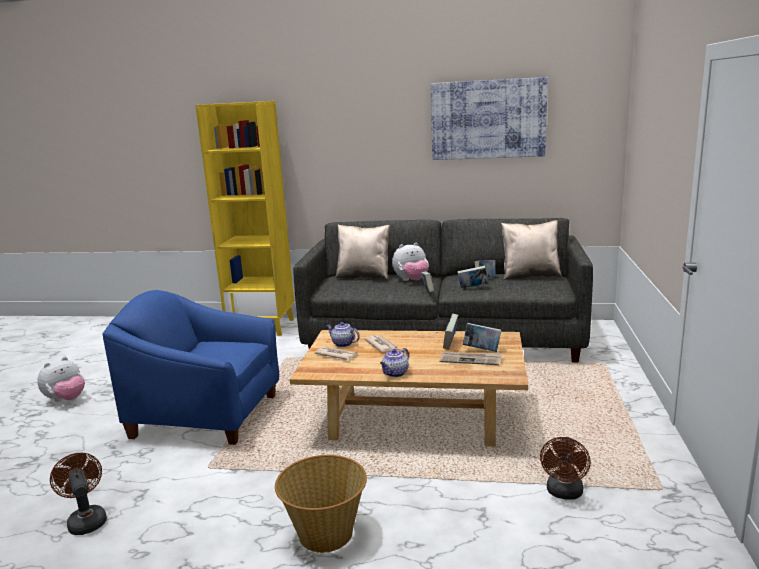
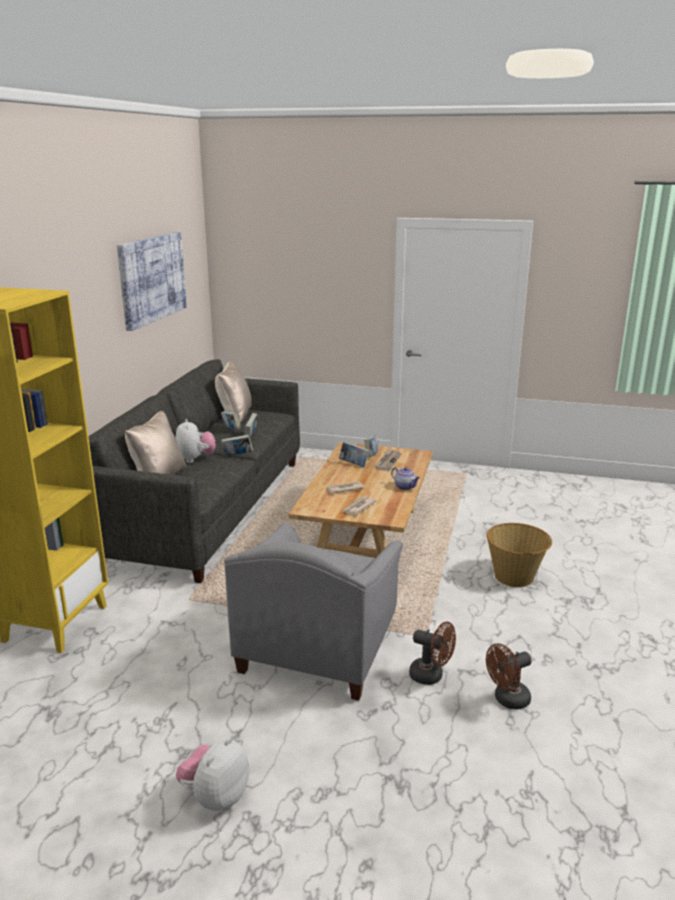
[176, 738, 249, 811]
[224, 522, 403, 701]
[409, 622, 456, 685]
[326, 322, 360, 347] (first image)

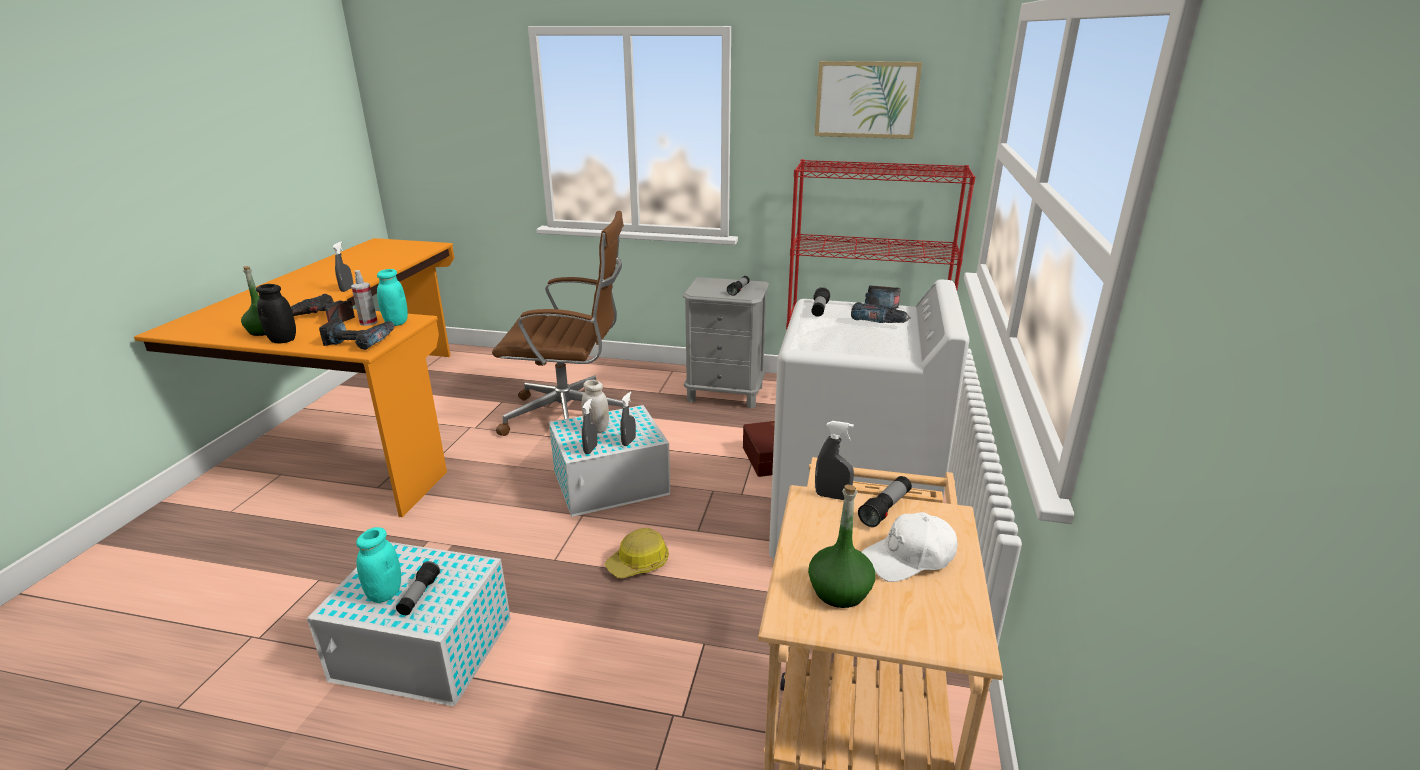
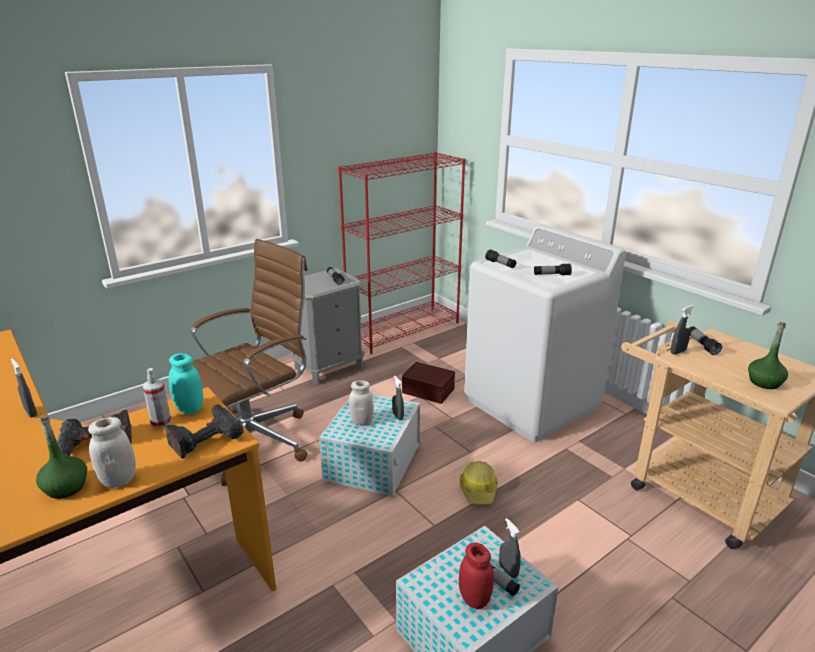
[88, 417, 136, 488]
[459, 542, 494, 609]
[499, 518, 521, 578]
[534, 263, 572, 275]
[815, 61, 922, 139] (first image)
[851, 285, 911, 323] (first image)
[862, 512, 958, 582] (first image)

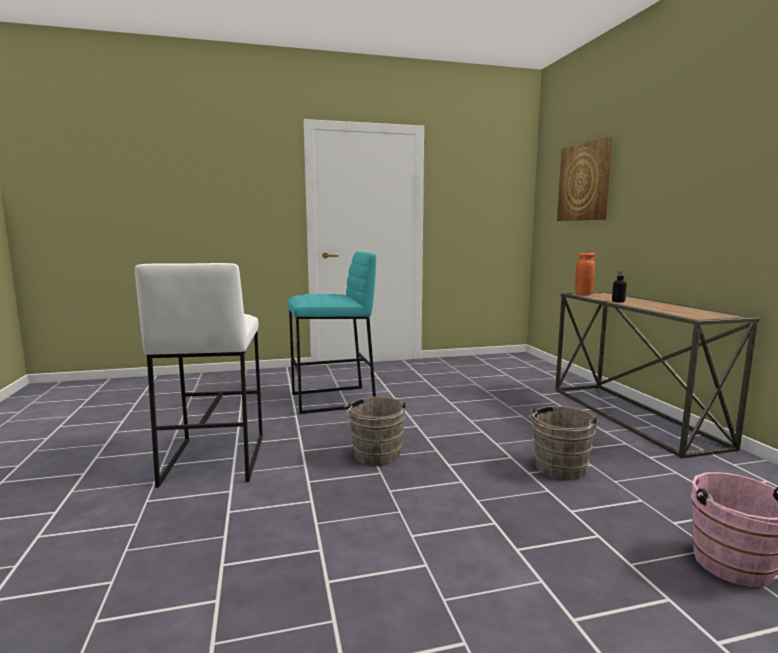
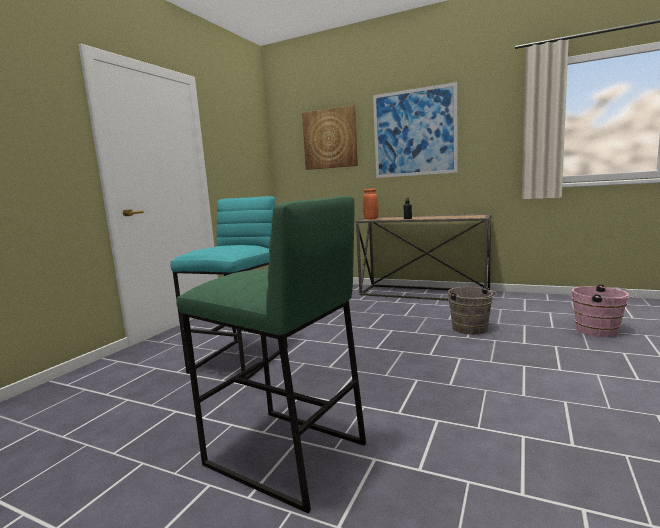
[176, 196, 366, 513]
[373, 82, 458, 178]
[344, 397, 408, 466] (first image)

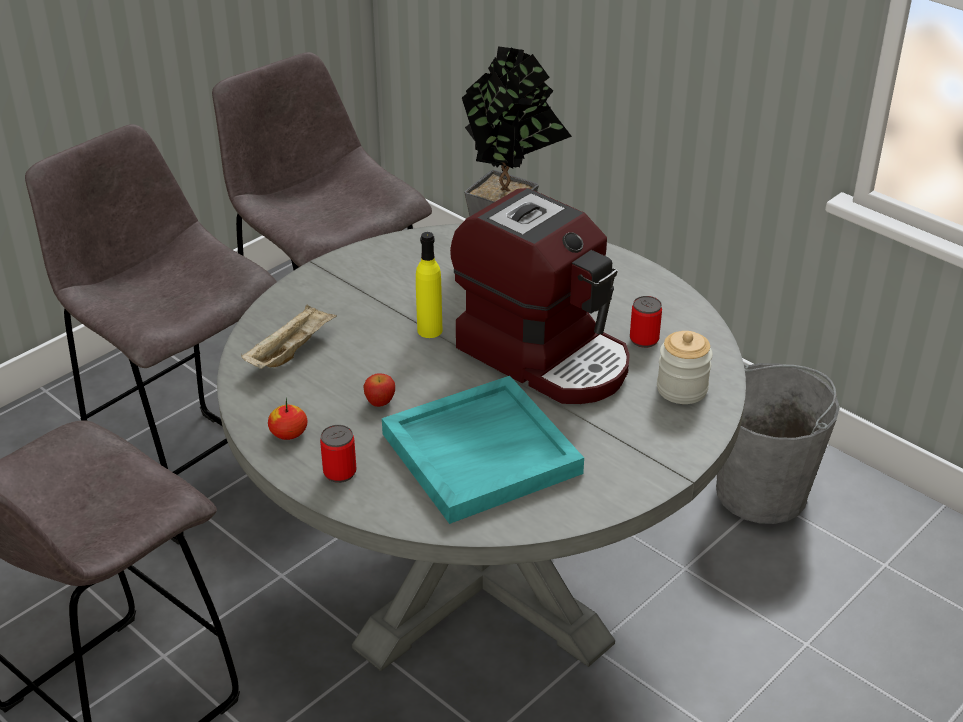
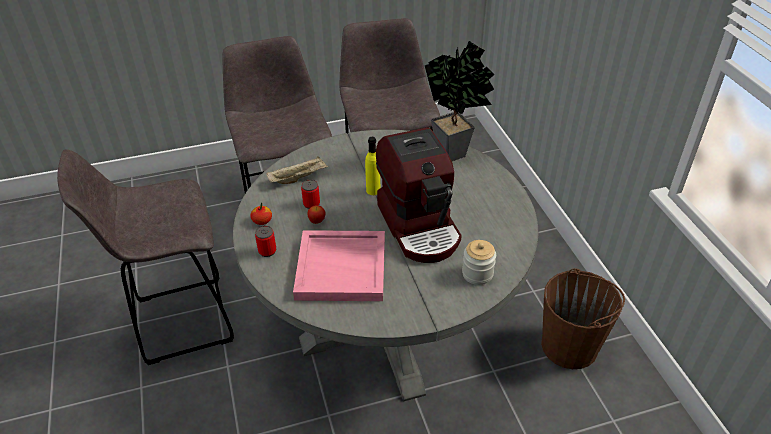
[293, 230, 385, 301]
[301, 180, 320, 209]
[541, 268, 625, 369]

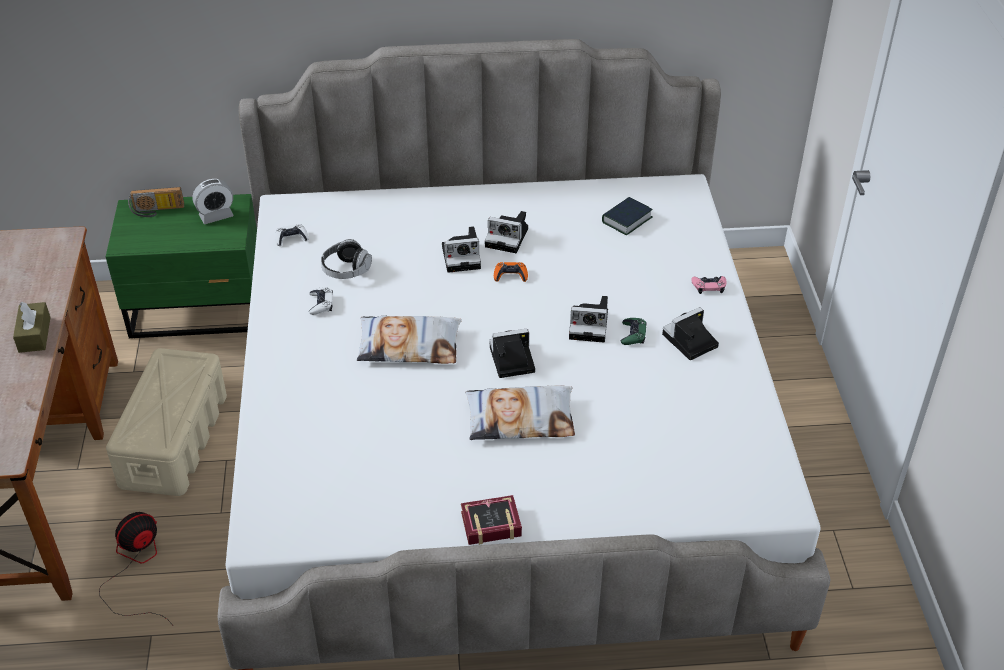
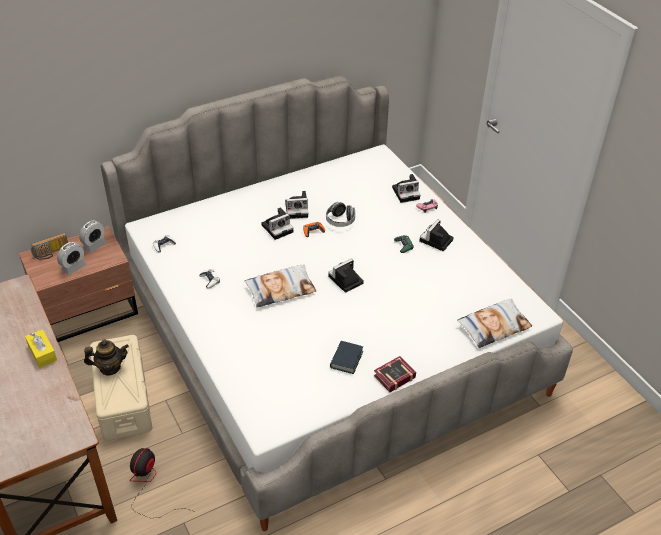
[19, 226, 138, 342]
[25, 329, 57, 368]
[57, 242, 86, 275]
[84, 339, 129, 376]
[326, 202, 355, 227]
[330, 341, 364, 374]
[392, 174, 420, 203]
[457, 298, 532, 348]

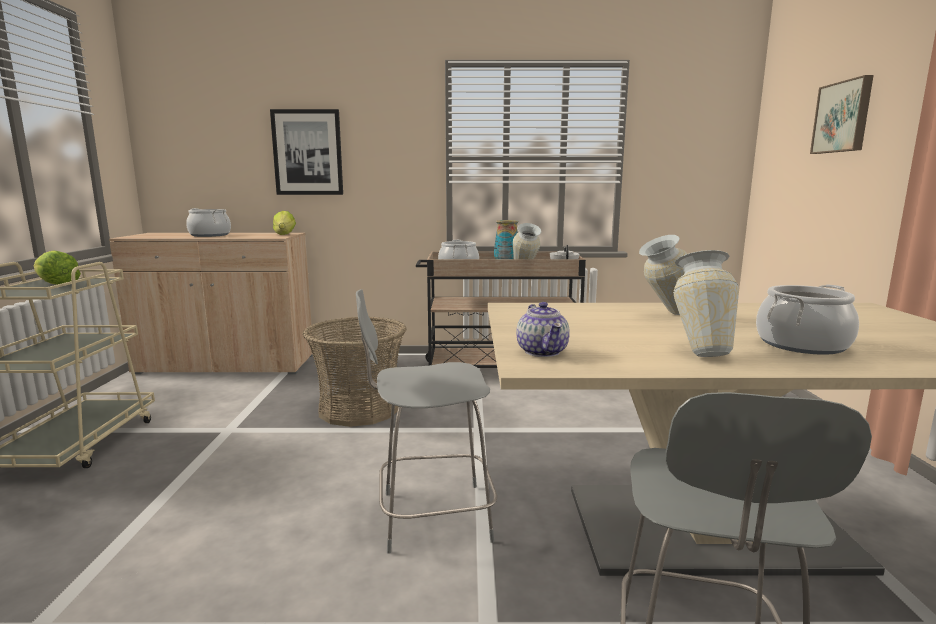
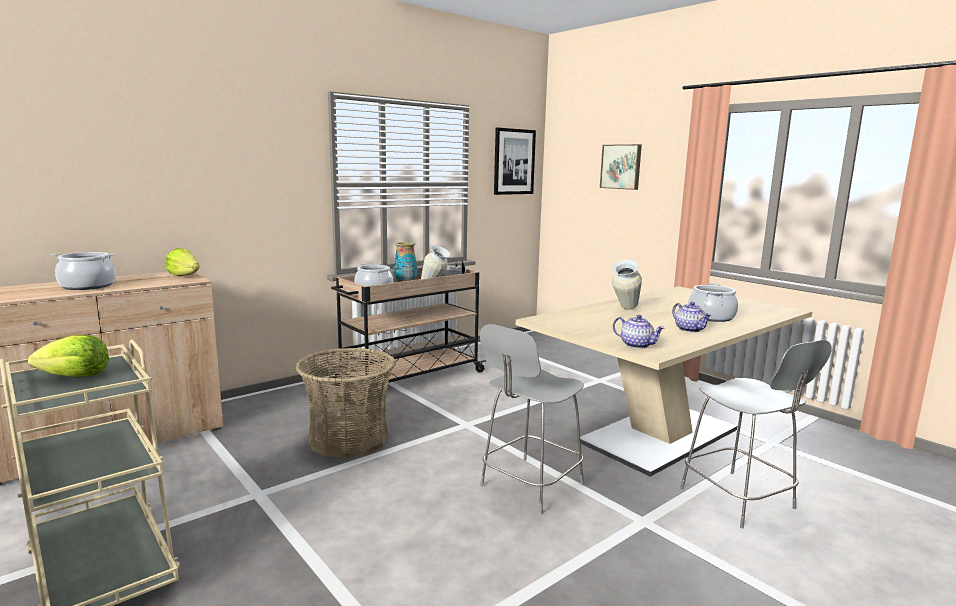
[494, 128, 536, 195]
[672, 302, 712, 332]

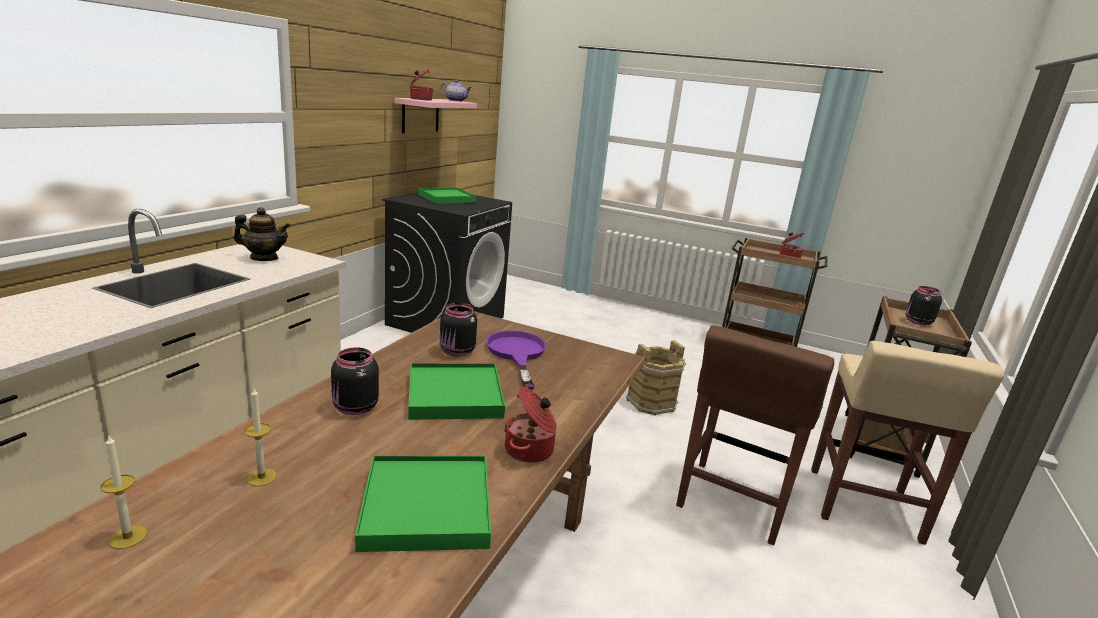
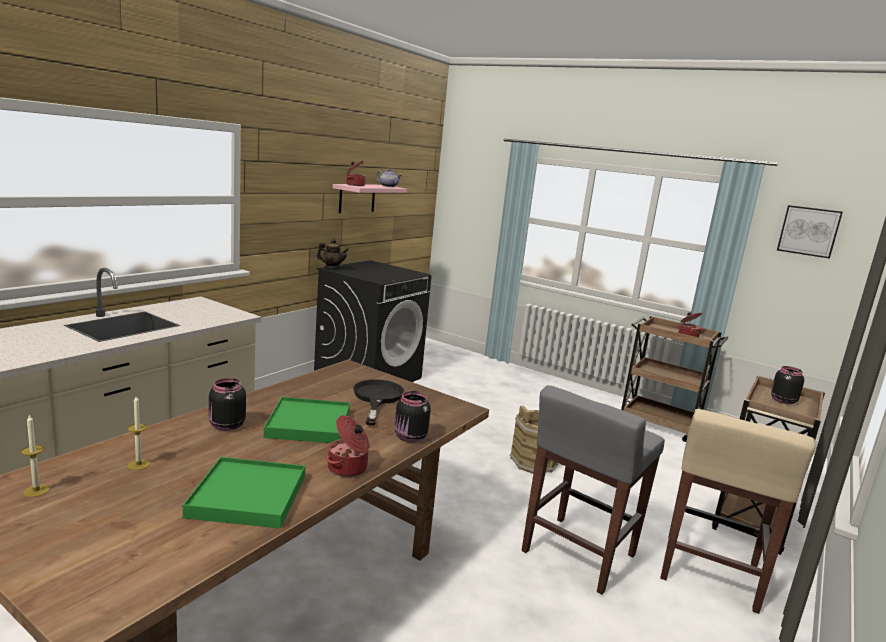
[317, 239, 349, 270]
[353, 379, 404, 426]
[395, 391, 431, 443]
[521, 385, 665, 595]
[777, 205, 843, 259]
[418, 188, 476, 204] (first image)

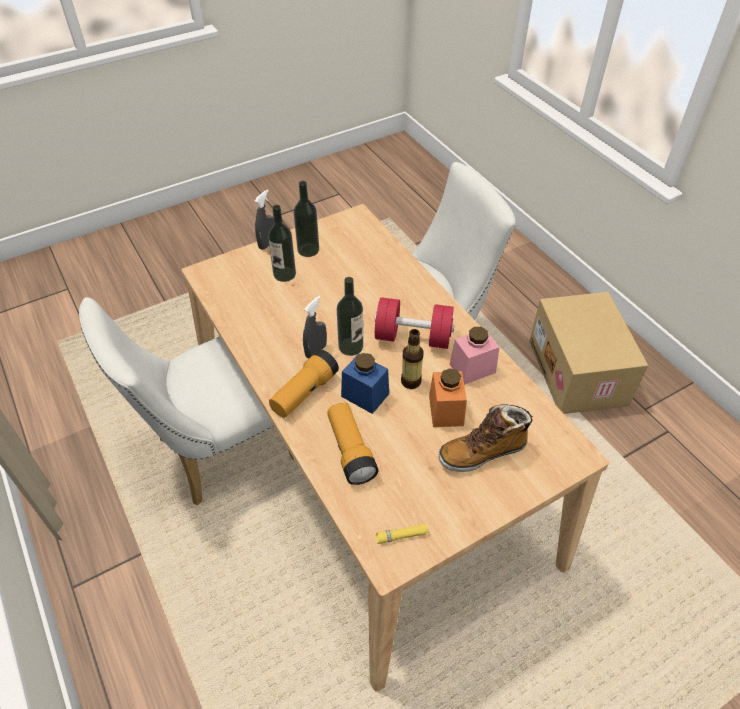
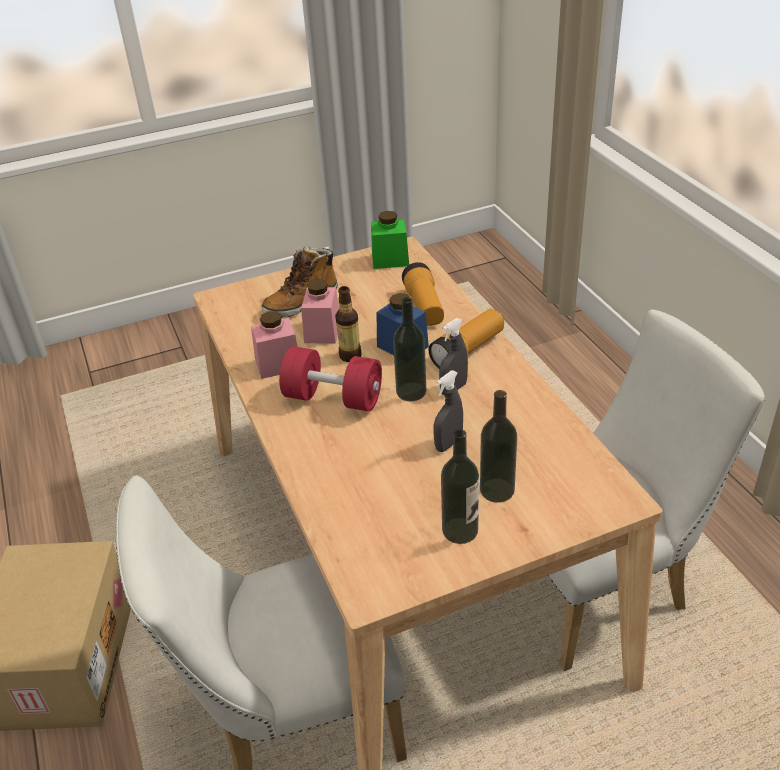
[262, 246, 338, 318]
[301, 279, 339, 344]
[371, 211, 409, 269]
[434, 371, 463, 452]

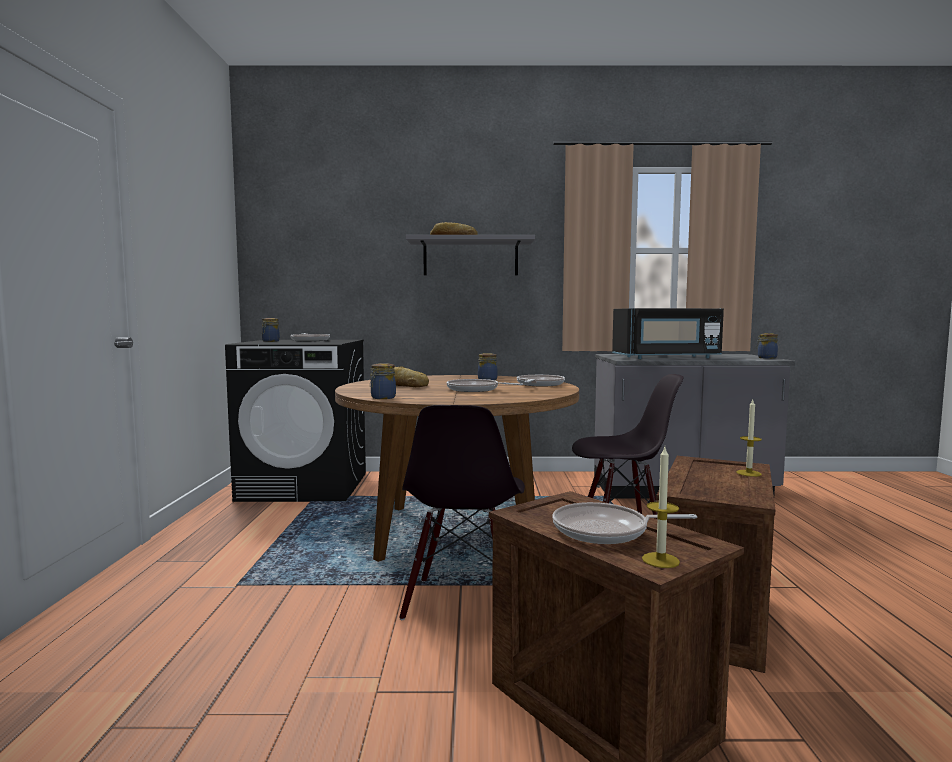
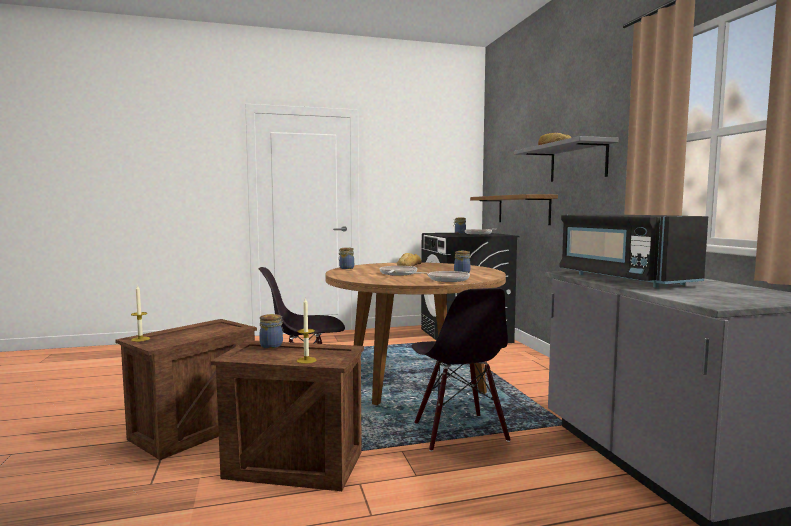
[259, 314, 283, 348]
[470, 194, 558, 225]
[552, 502, 697, 544] (first image)

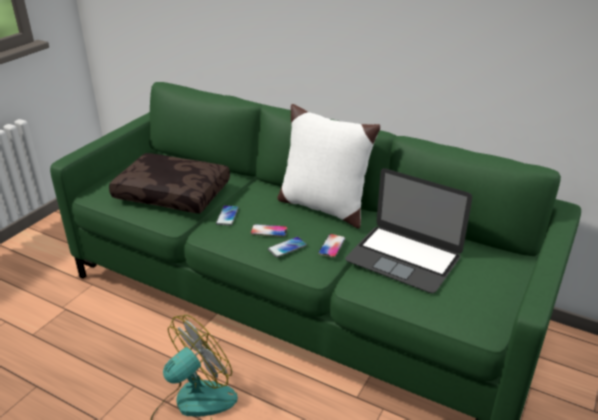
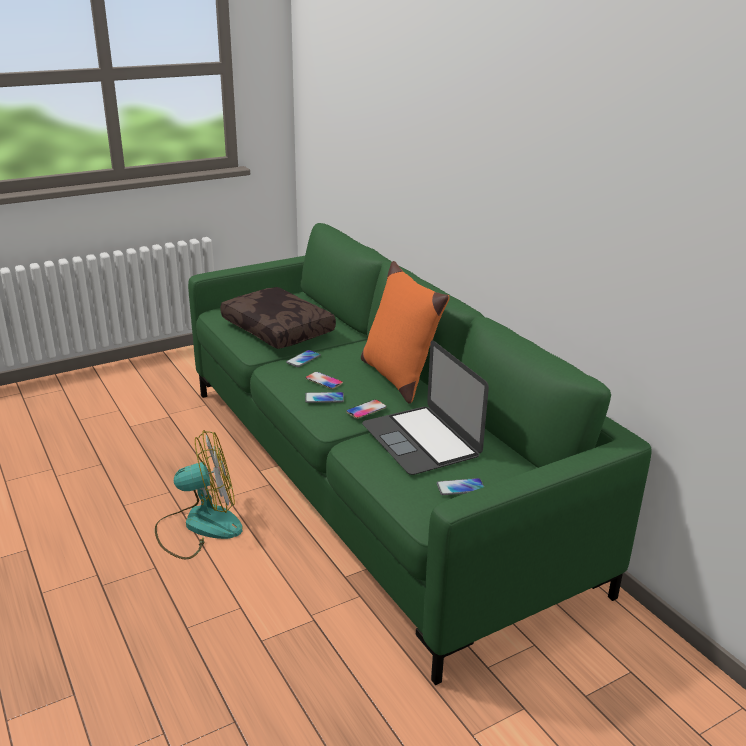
[361, 261, 449, 404]
[437, 478, 484, 495]

